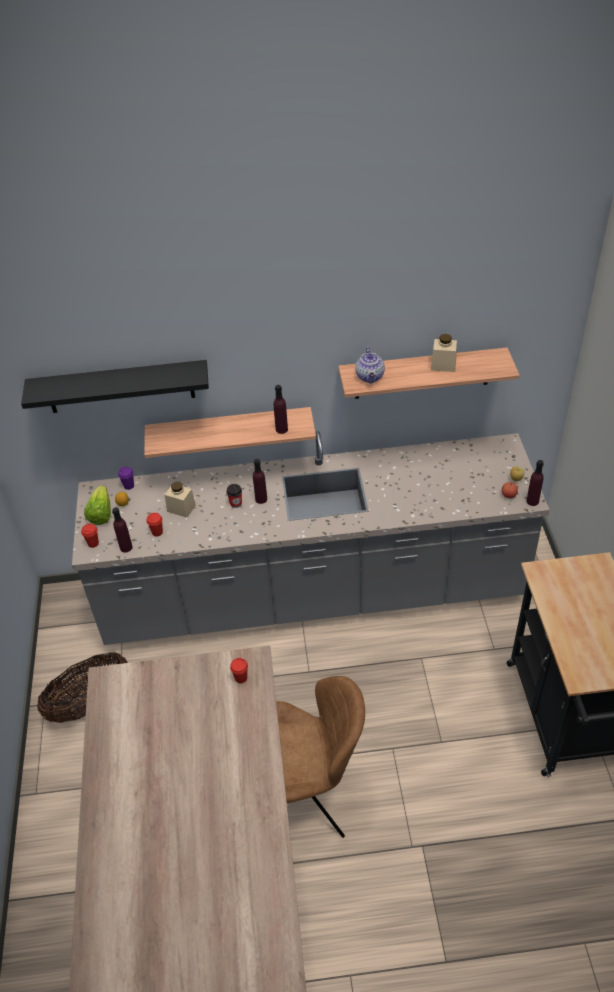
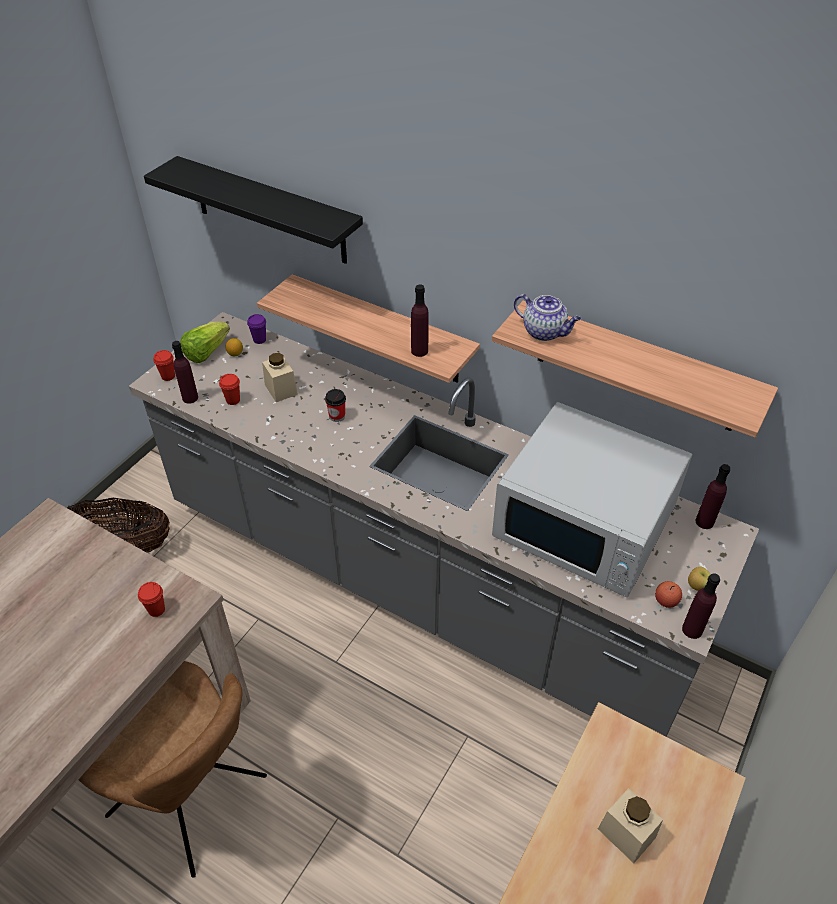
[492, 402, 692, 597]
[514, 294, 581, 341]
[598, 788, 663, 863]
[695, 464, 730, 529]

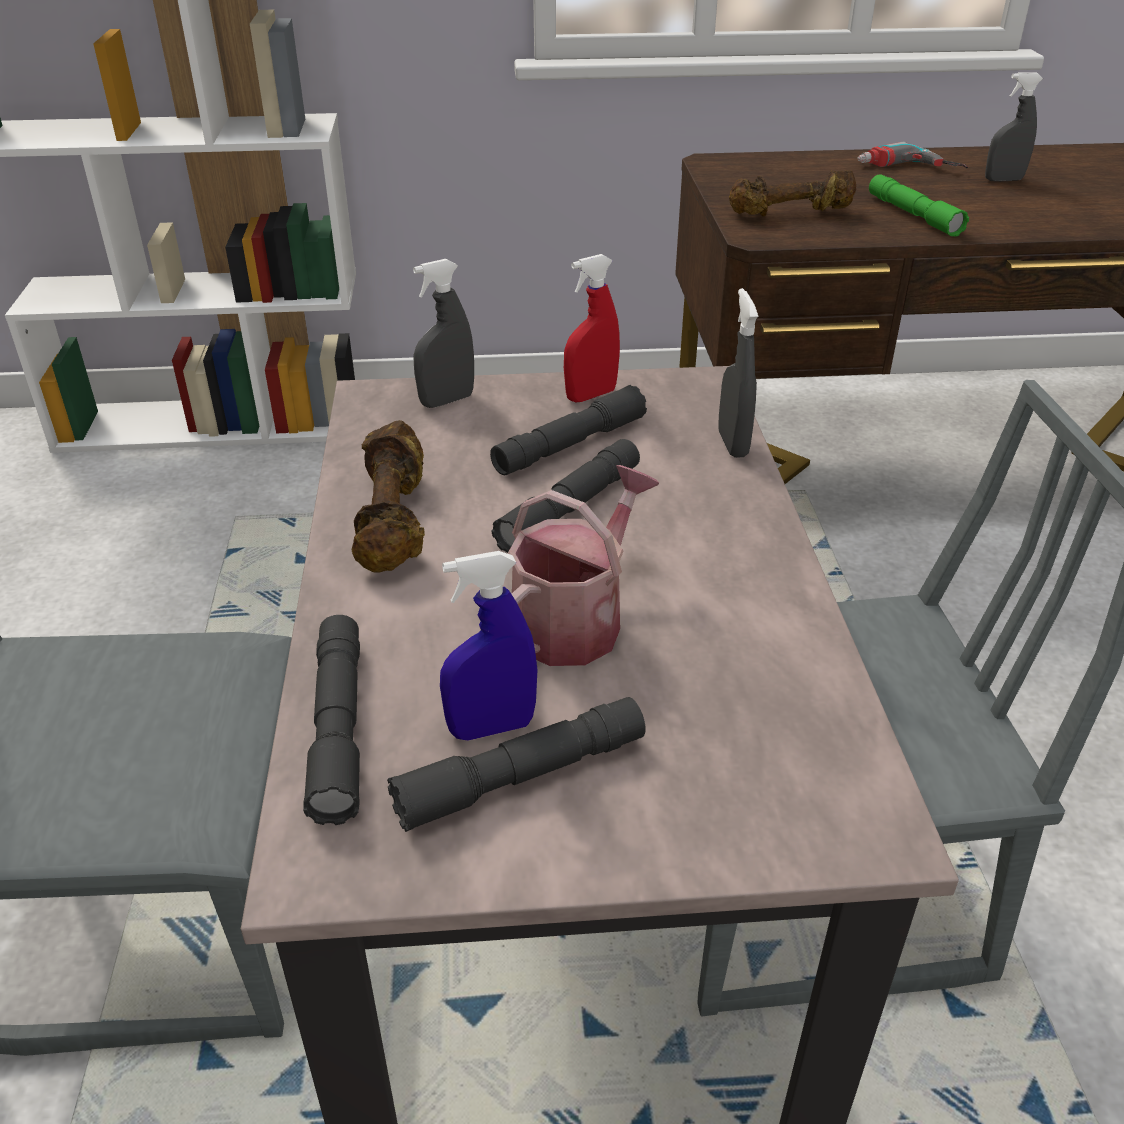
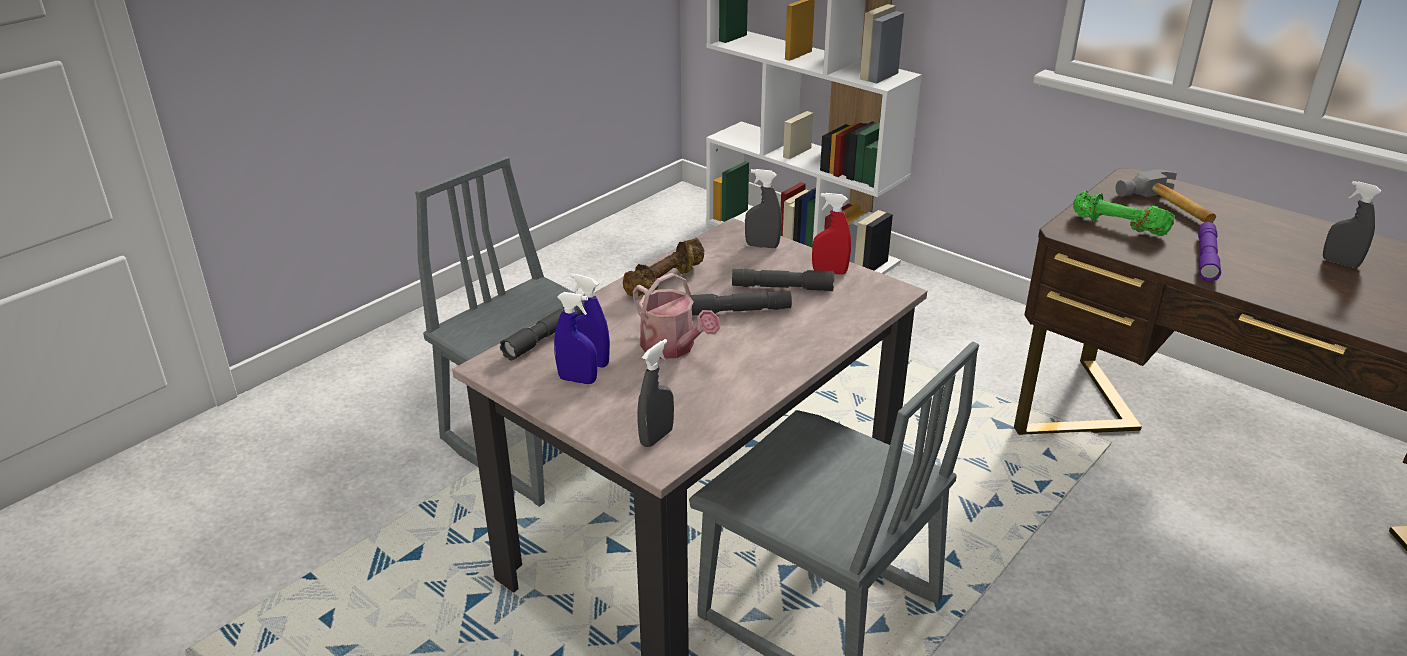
[554, 292, 597, 384]
[633, 273, 720, 359]
[637, 339, 674, 447]
[1073, 191, 1175, 236]
[1116, 169, 1216, 223]
[1198, 222, 1221, 282]
[858, 142, 968, 168] (first image)

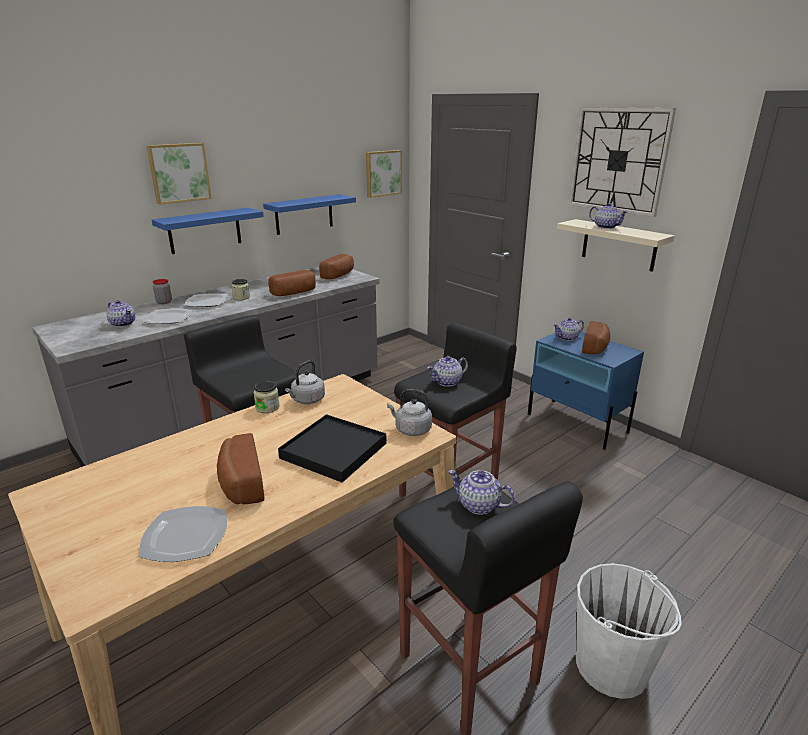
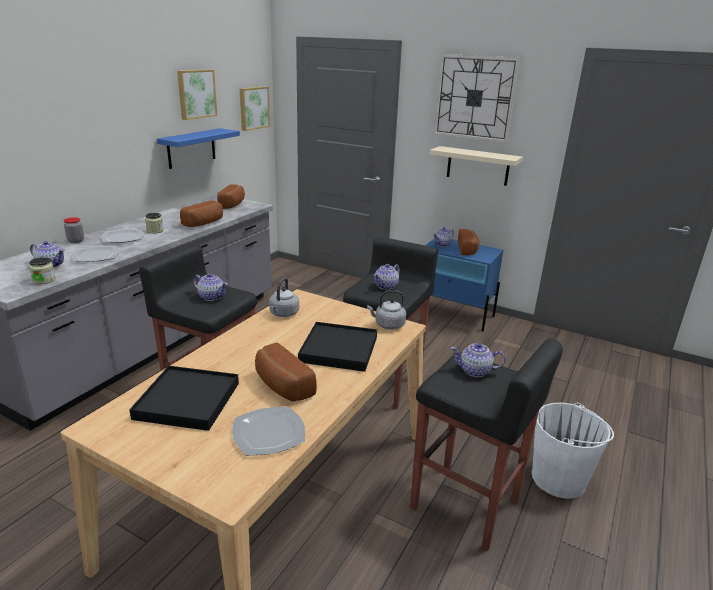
[29, 257, 56, 284]
[129, 366, 239, 431]
[177, 69, 217, 120]
[193, 273, 228, 301]
[152, 208, 264, 254] (first image)

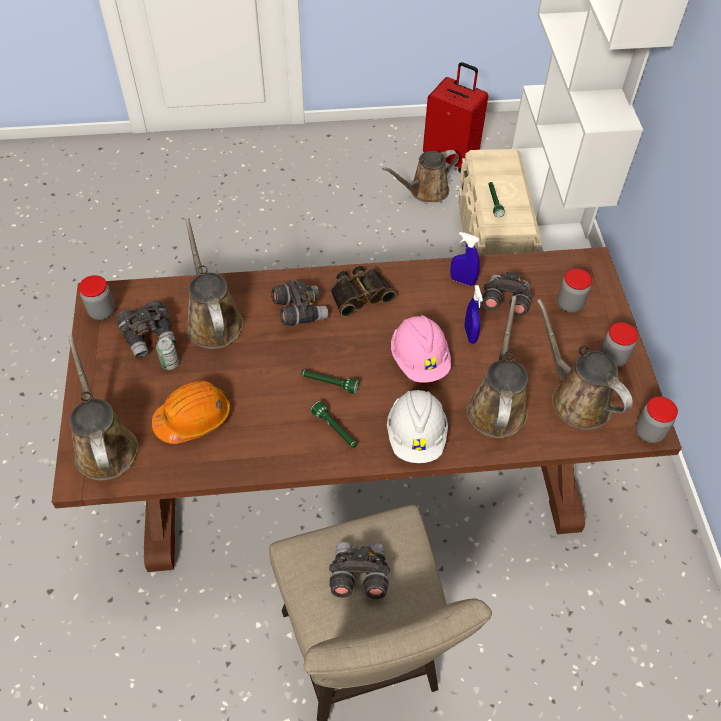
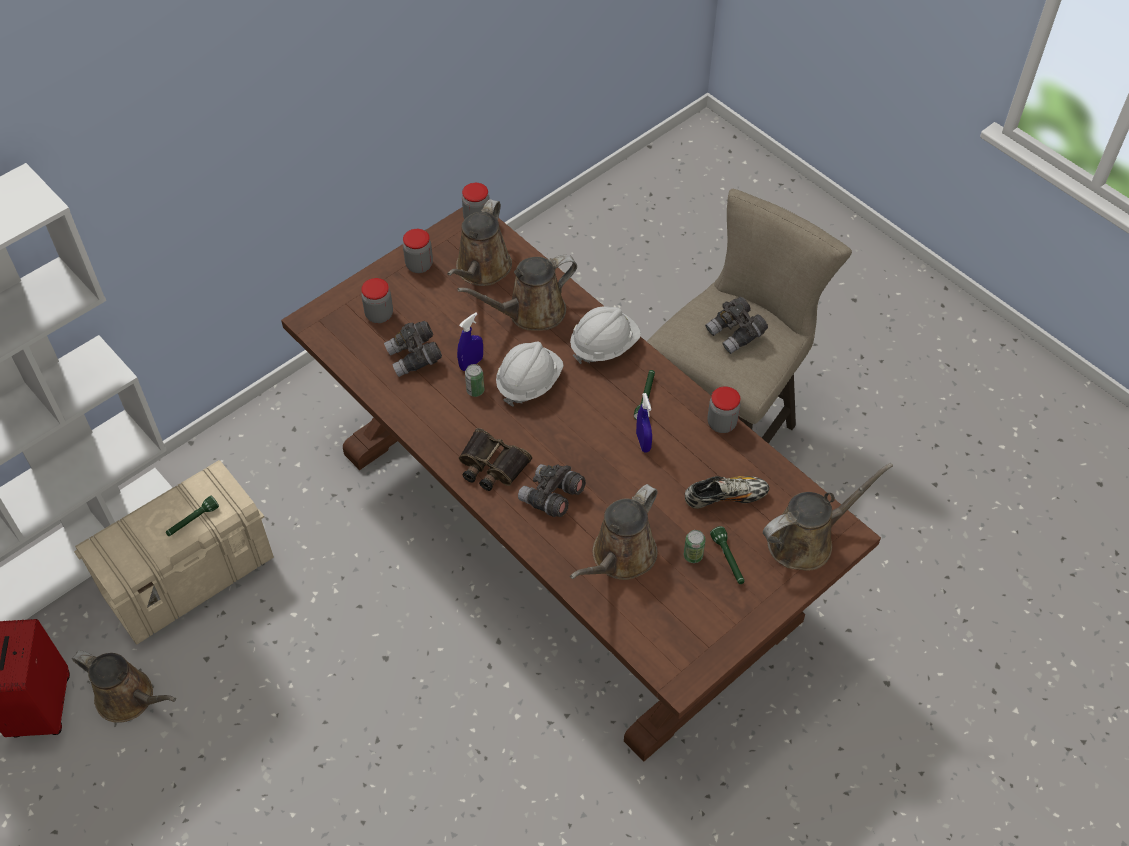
[465, 364, 484, 397]
[496, 342, 564, 406]
[636, 393, 652, 453]
[685, 476, 769, 509]
[708, 386, 741, 433]
[710, 526, 744, 584]
[763, 463, 893, 571]
[117, 300, 176, 358] (first image)

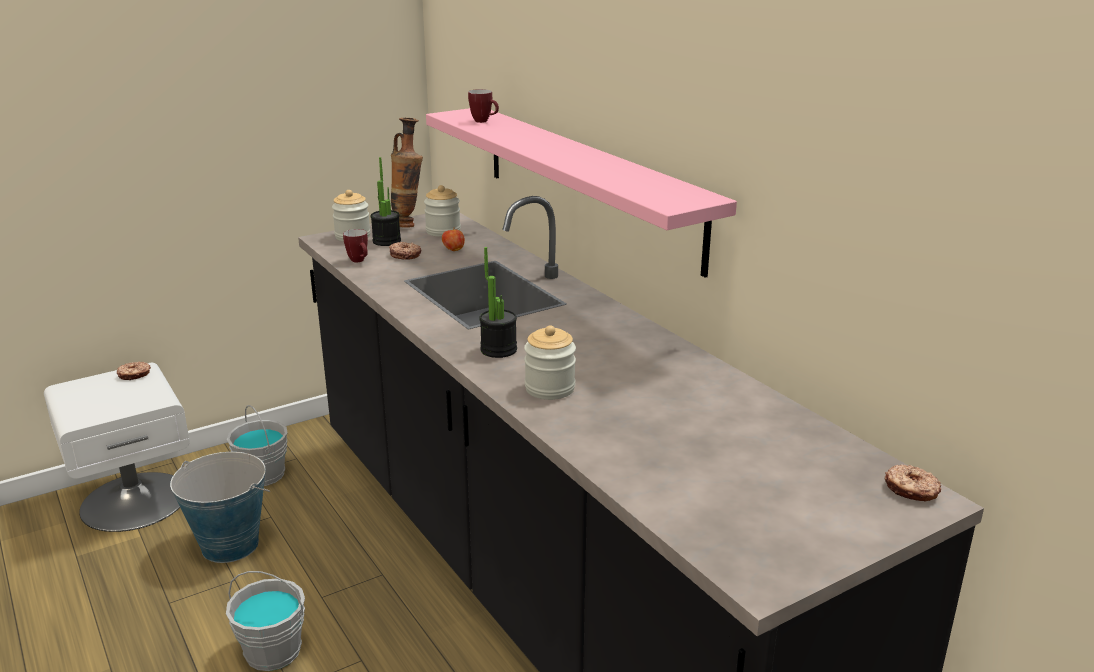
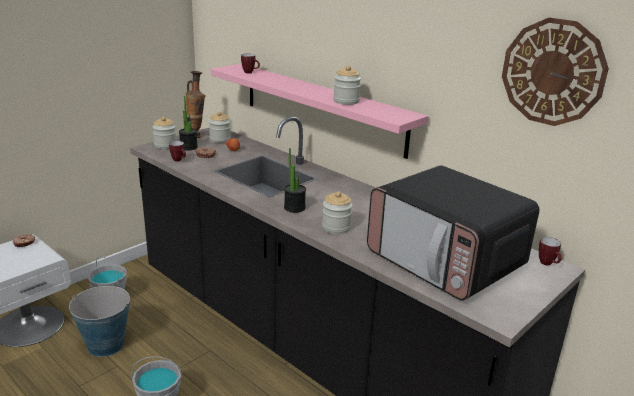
[333, 65, 361, 105]
[367, 165, 539, 301]
[502, 17, 609, 126]
[539, 237, 562, 265]

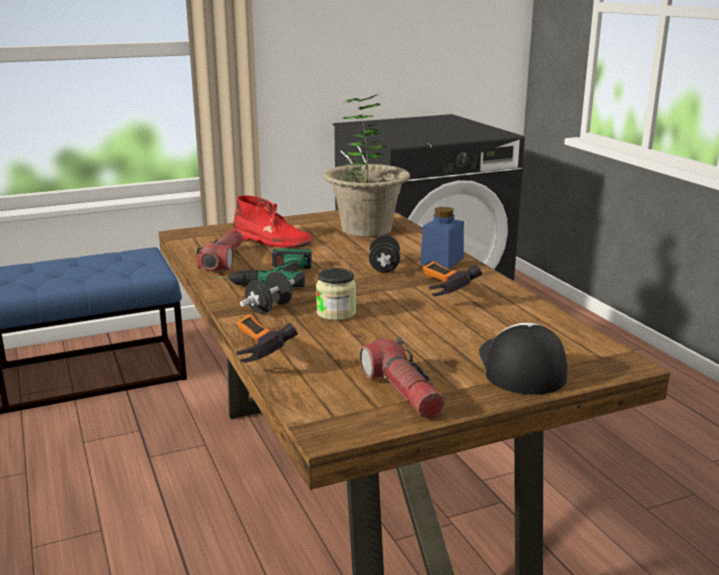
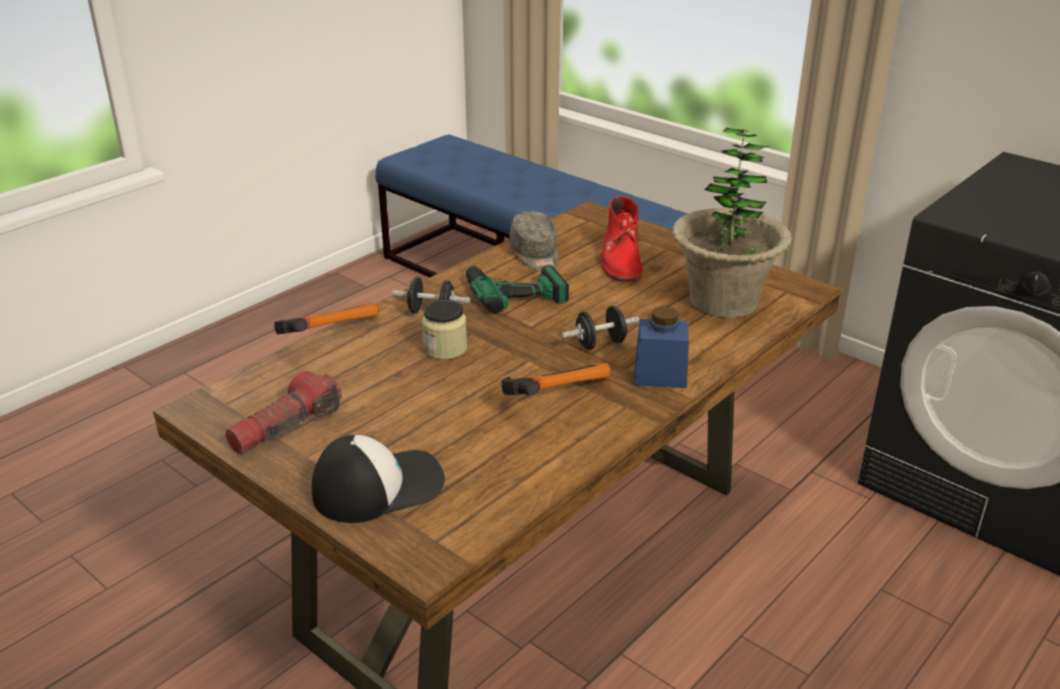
[509, 211, 559, 271]

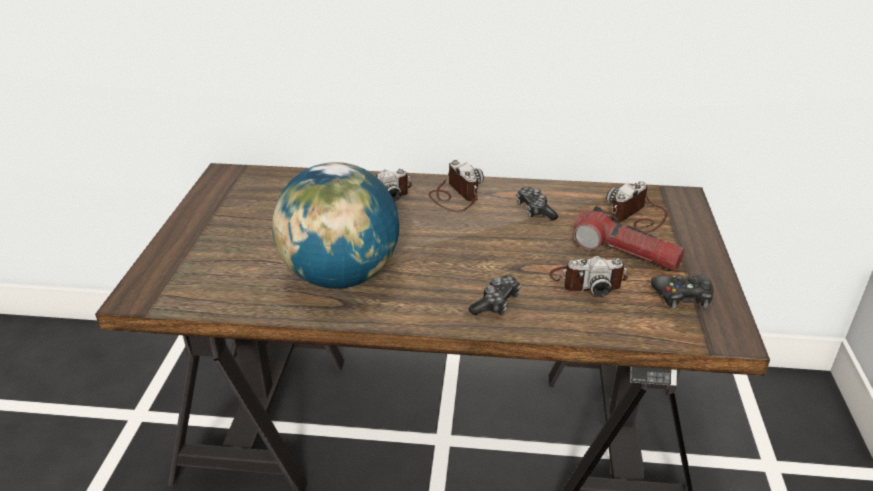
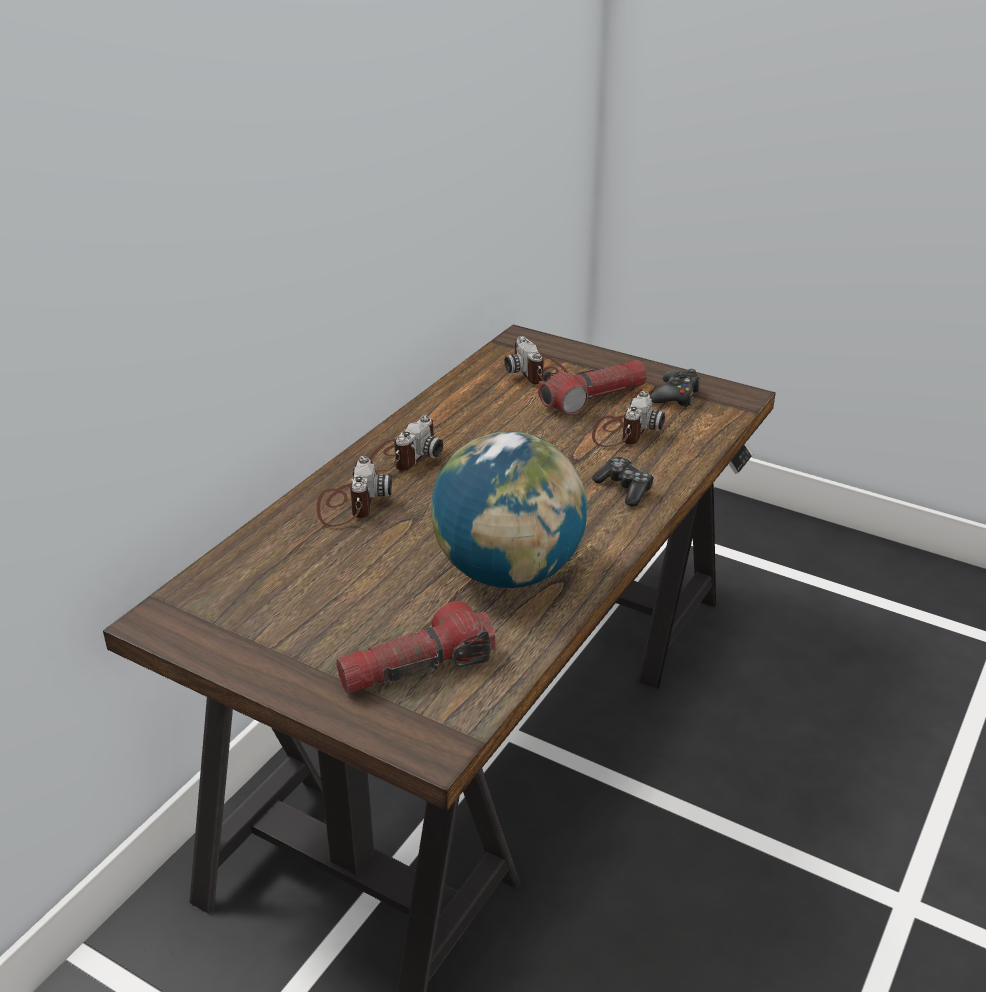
[336, 601, 496, 694]
[369, 416, 443, 472]
[516, 187, 558, 220] (first image)

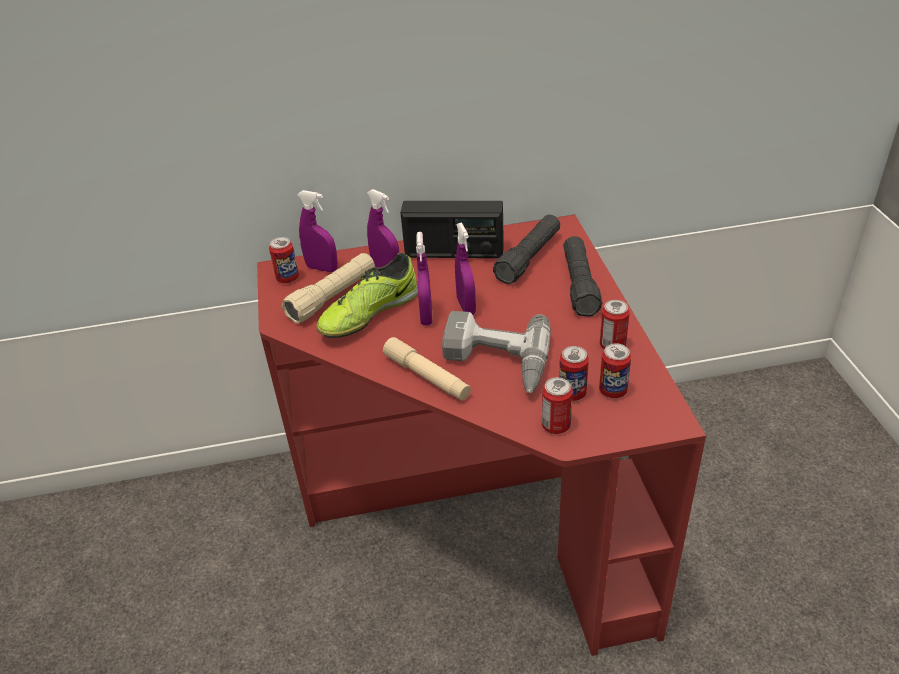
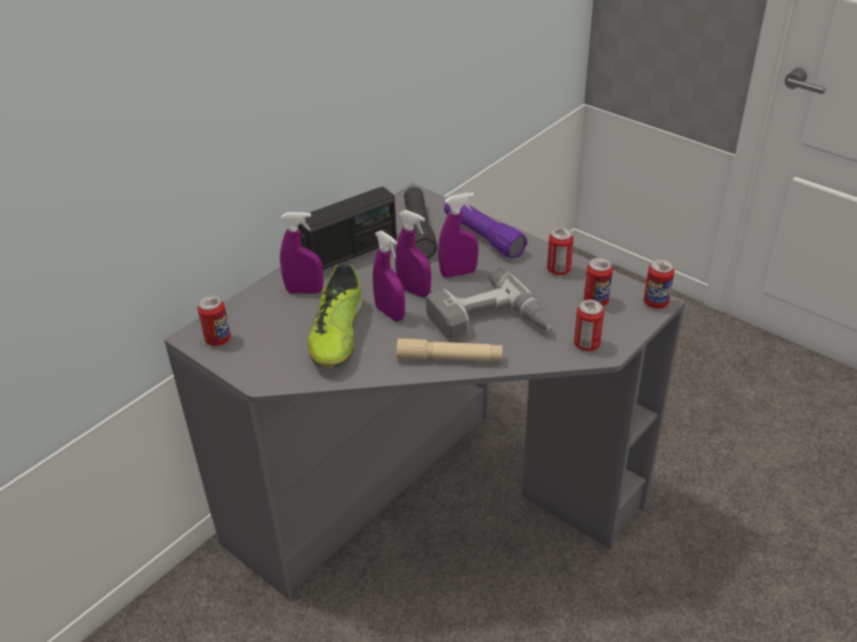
[164, 183, 686, 600]
[438, 193, 479, 278]
[444, 203, 528, 259]
[644, 259, 674, 309]
[282, 253, 375, 324] (first image)

